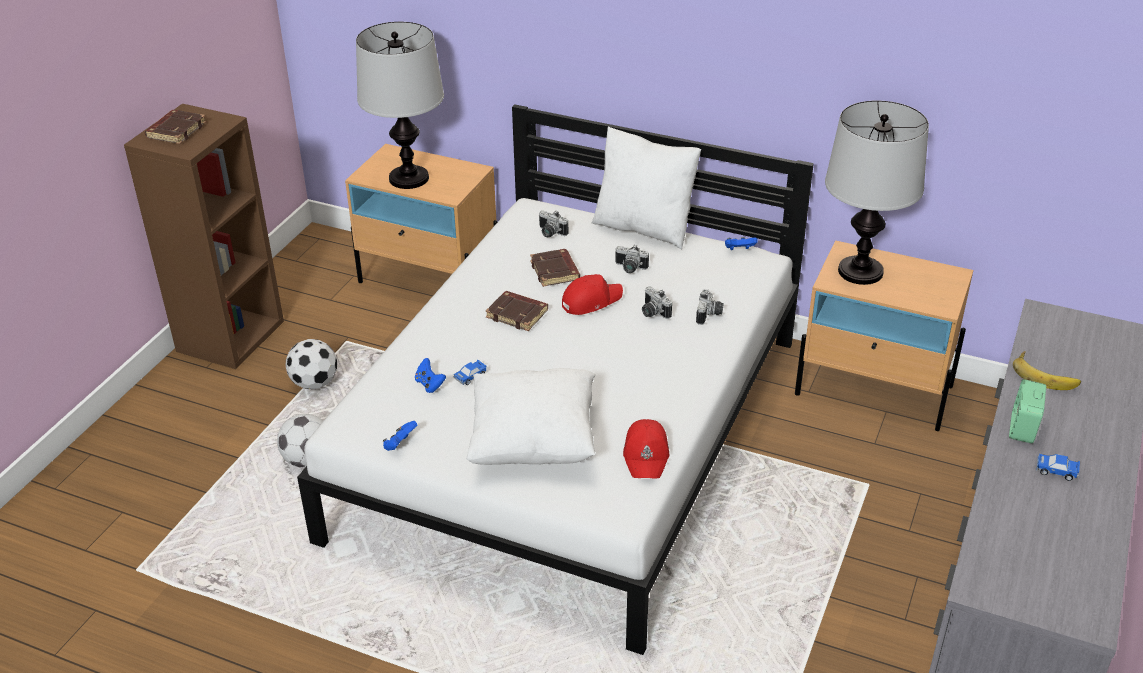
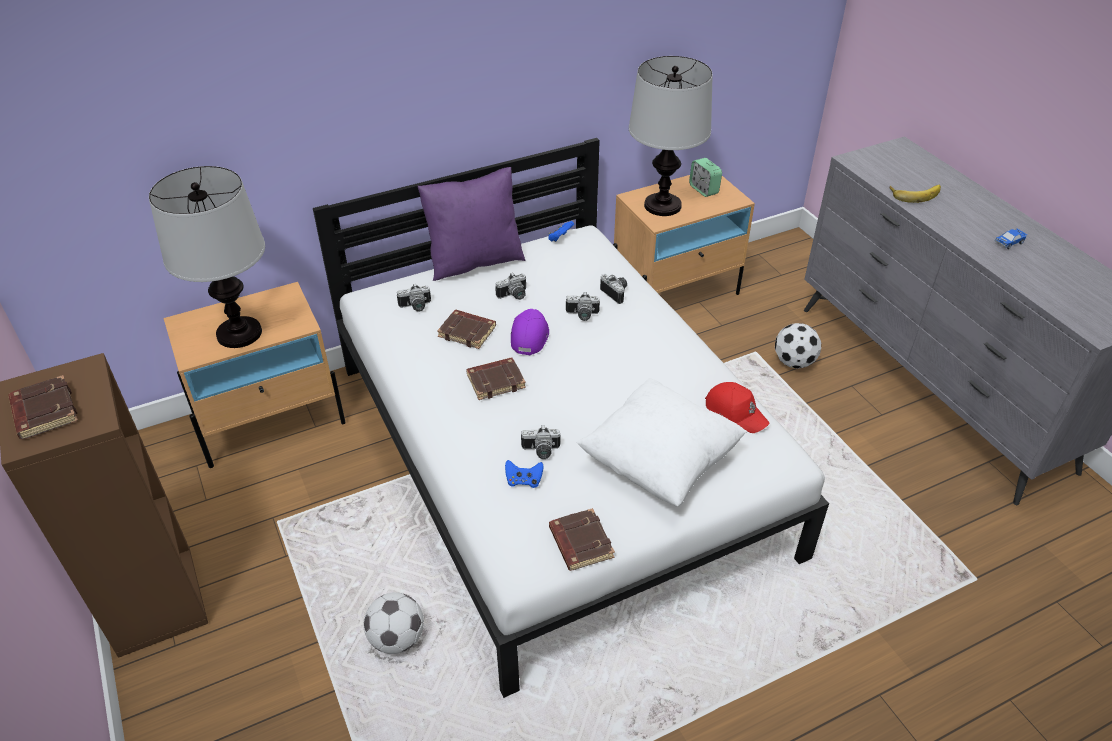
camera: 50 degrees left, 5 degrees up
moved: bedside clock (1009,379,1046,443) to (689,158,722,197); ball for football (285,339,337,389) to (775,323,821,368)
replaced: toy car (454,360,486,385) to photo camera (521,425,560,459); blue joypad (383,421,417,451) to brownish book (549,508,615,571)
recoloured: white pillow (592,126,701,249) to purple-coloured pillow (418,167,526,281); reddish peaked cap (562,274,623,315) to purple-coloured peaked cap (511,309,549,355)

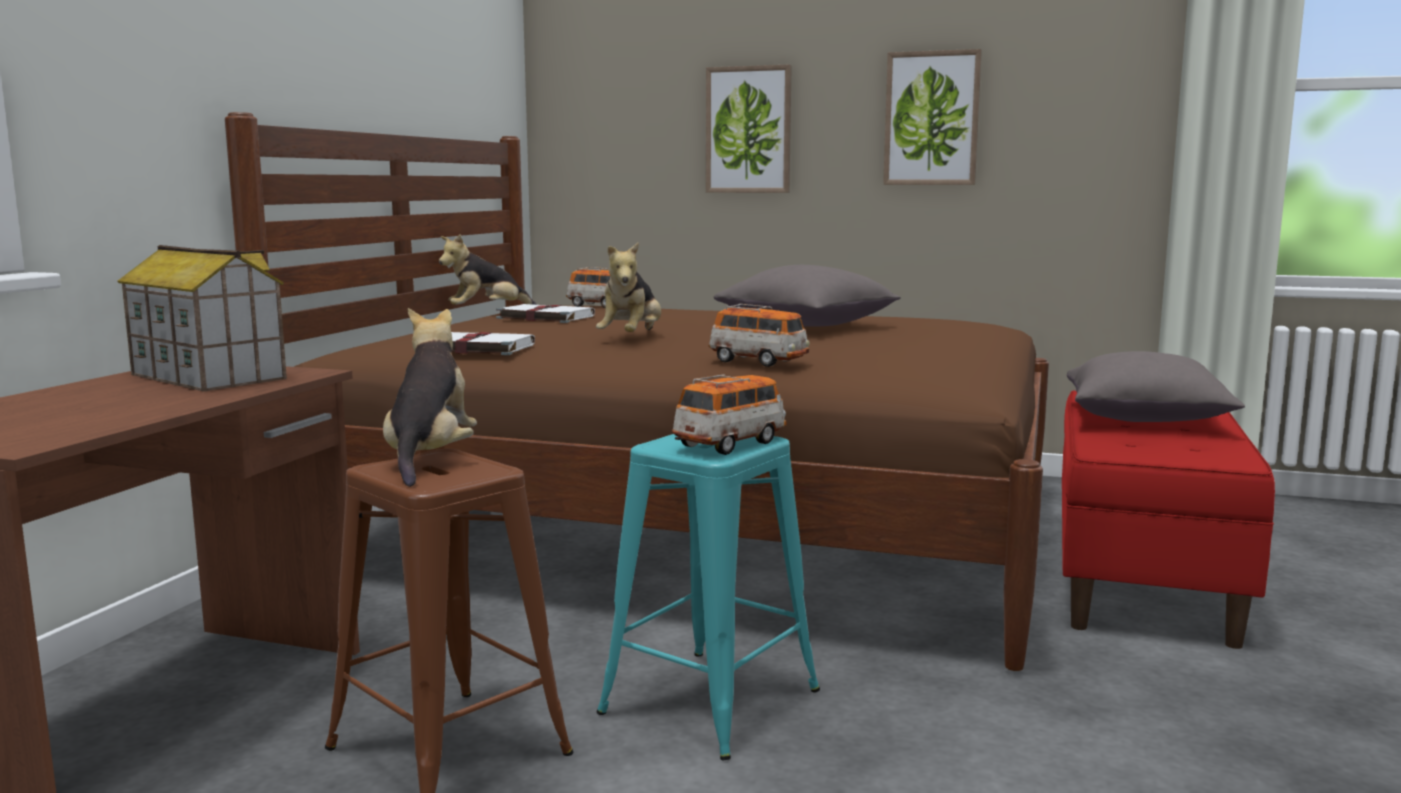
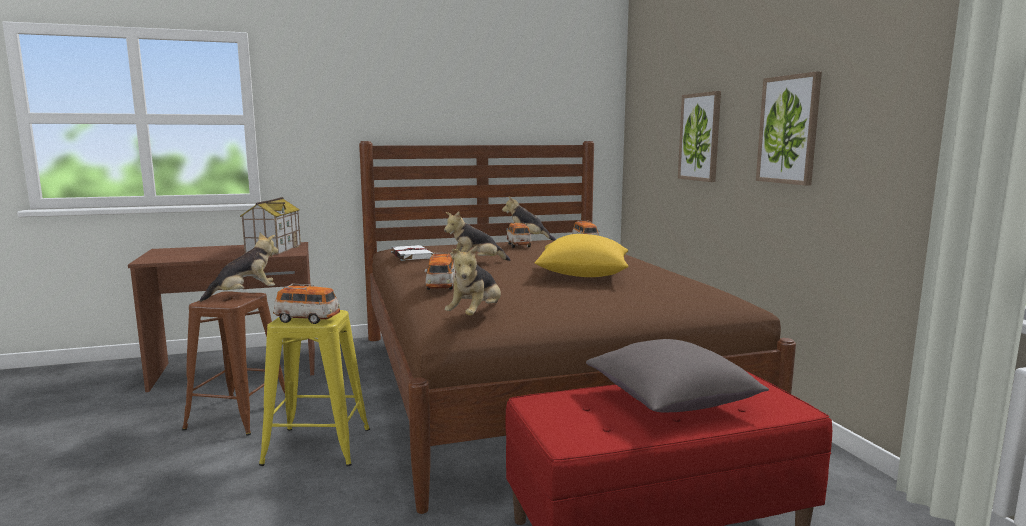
camera: 55 degrees right, 0 degrees up
added: plush toy (445,246,501,316)
replaced: white book (496,304,595,323) to toy car (506,223,532,248)
recoloured: blue-green stool (597,434,820,760) to yellow-coloured stool (259,310,370,466); greyish pillow (714,265,901,327) to yellow-coloured pillow (534,234,628,277)

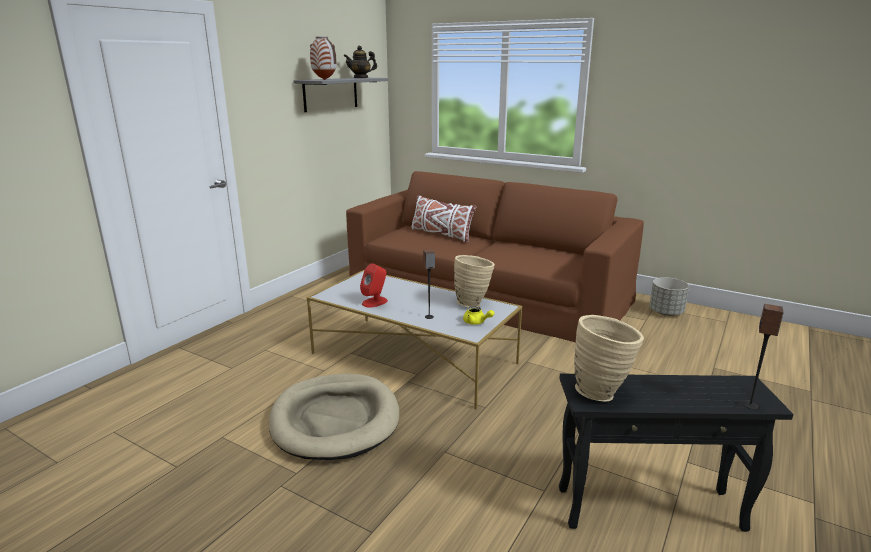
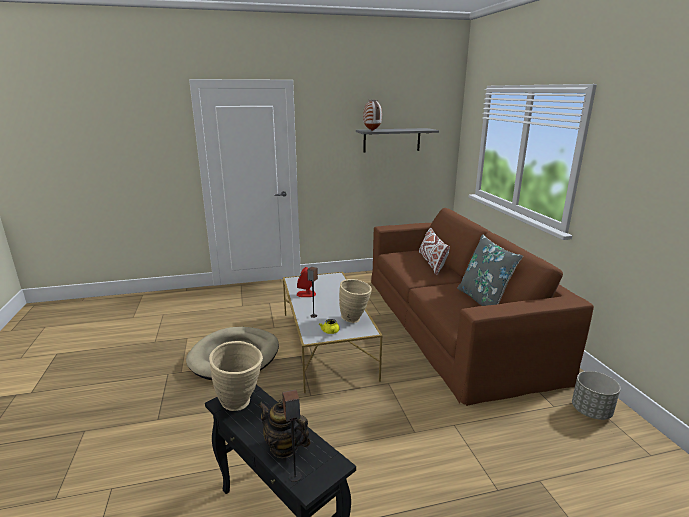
camera: 45 degrees right, 0 degrees up
added: greyish pillow (457,234,523,306)
moved: teapot (344,46,377,78) to (258,400,310,458)

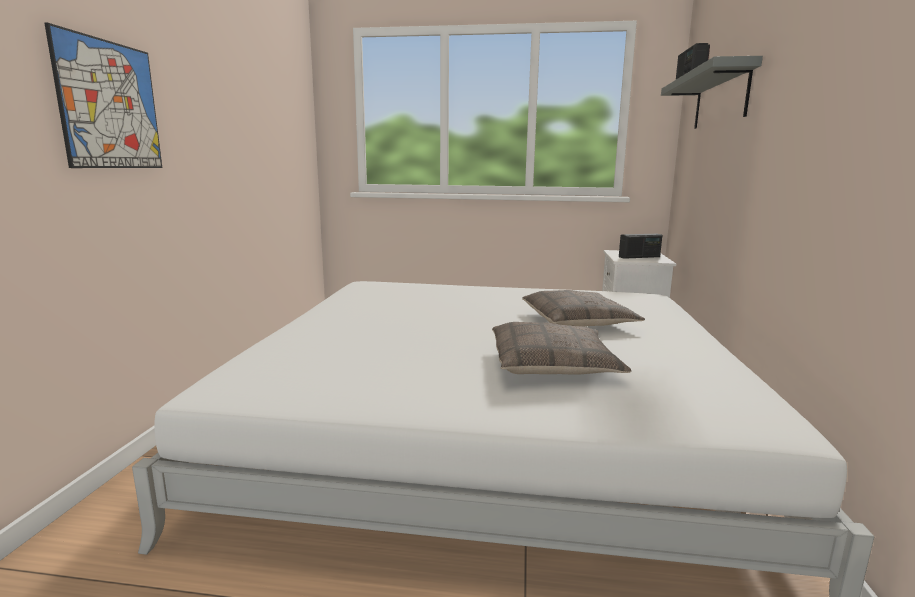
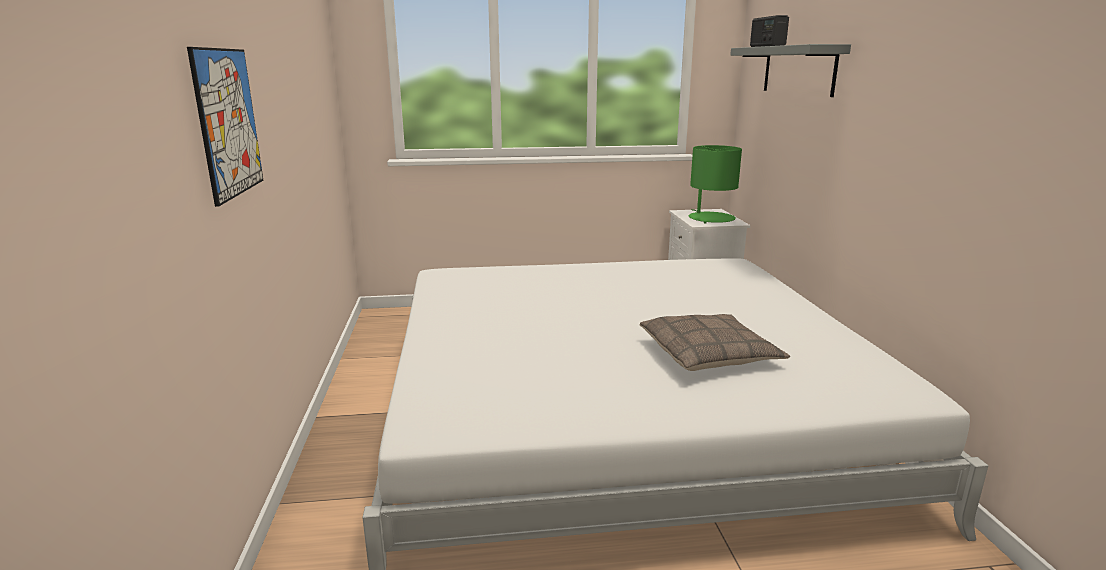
camera: 15 degrees left, 5 degrees up
removed: pillow (522,290,645,327)
replaced: radio set (619,234,662,259) to greenish lamp for a table (689,145,742,224)

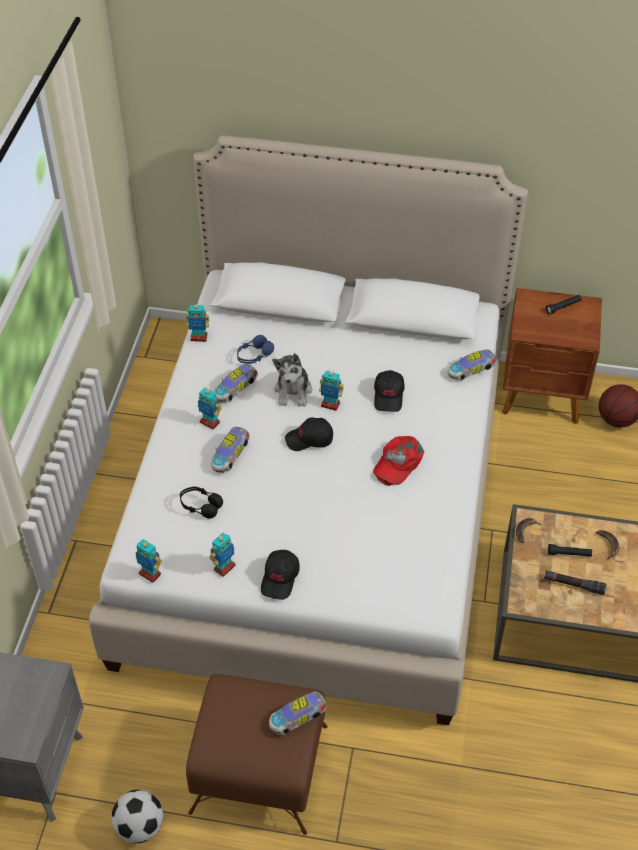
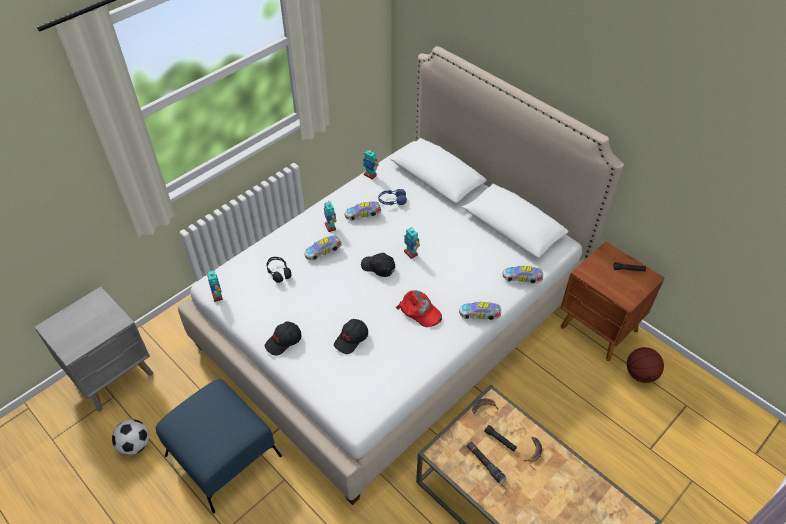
camera: 35 degrees right, 0 degrees up
removed: toy robot (209,533,236,577); plush toy (272,352,312,407)
moved: blackish peaked cap (374,370,405,412) to (334,319,368,354); toy car (269,691,327,735) to (459,301,501,320)
recoloured: brownish footrest (186,674,328,835) to blue footrest (156,379,282,514)
turned: reddish peaked cap (373,436,424,486) = (396,290,442,327) 120 degrees counterclockwise

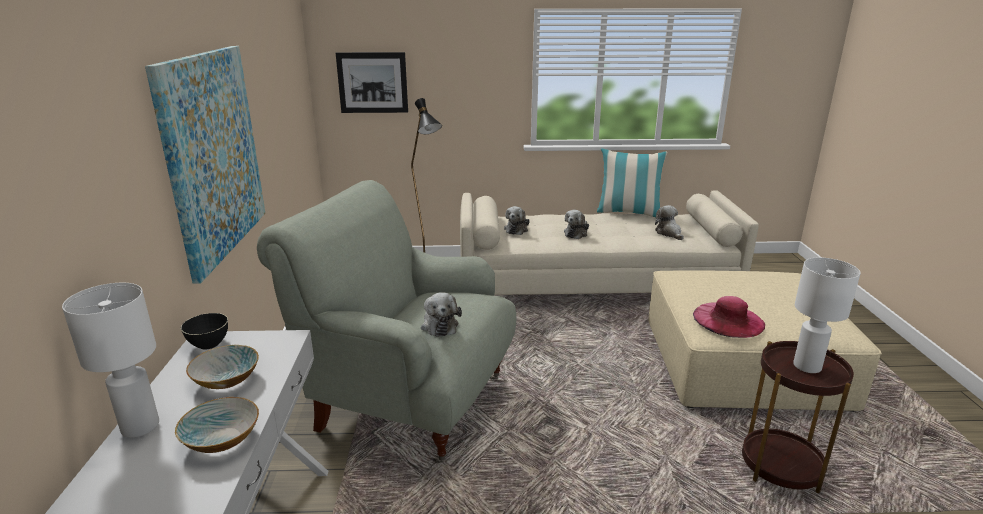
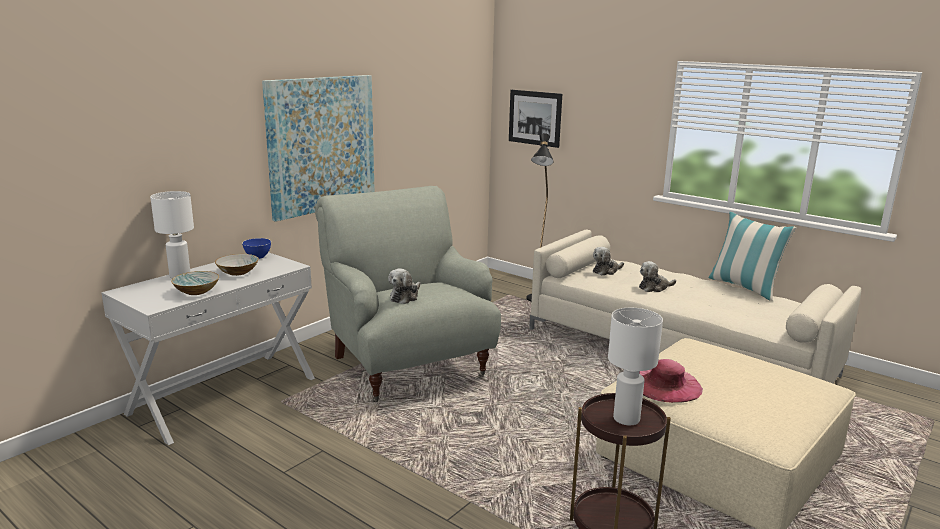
camera: 40 degrees right, 5 degrees down
removed: plush toy (655,205,684,240)
recoloured: blackish bowl (181,313,228,350) to blue bowl (242,238,271,259)

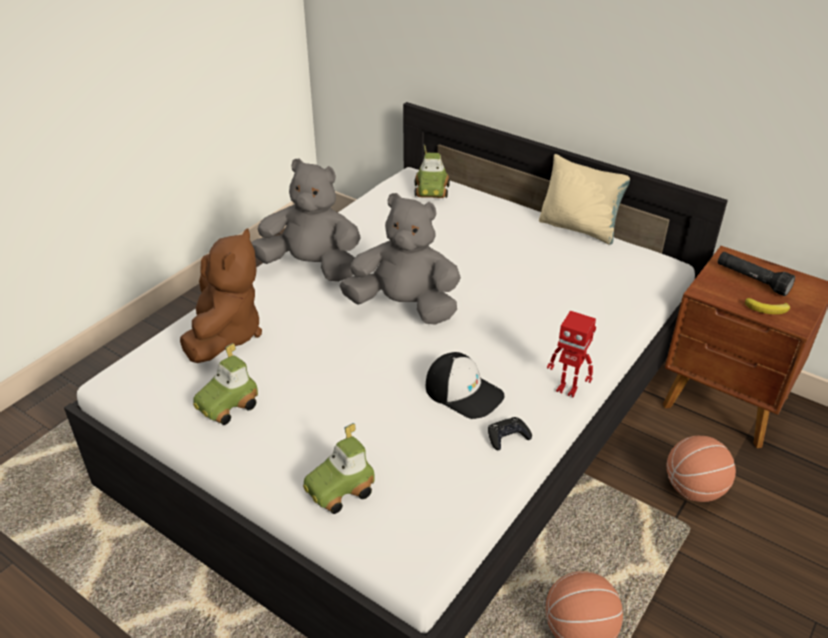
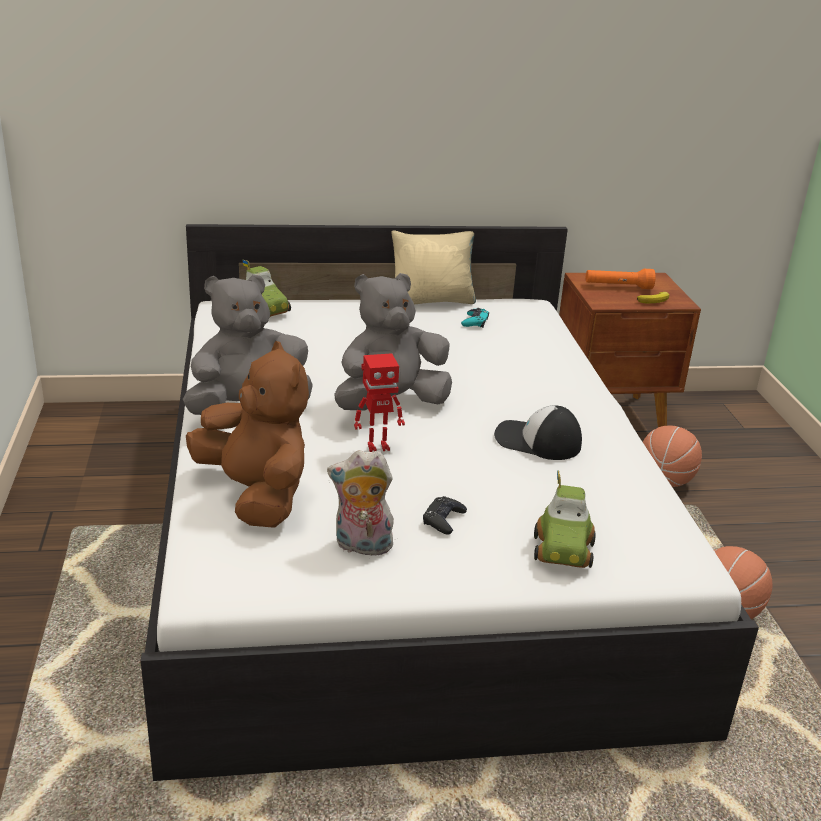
camera: 45 degrees left, 10 degrees down
added: blue-green joypad (461,308,489,328)
moved: toy robot (547,311,596,398) to (354,353,405,452); blackish joypad (488,417,532,450) to (423,496,467,535)
replaced: toy car (193,343,258,425) to plush toy (327,450,394,556)
recoloured: blackish flashlight (718,252,795,296) to orange-coloured flashlight (586,269,656,289)
turned: peaked cap (426,352,505,419) = (494,406,582,460) 150 degrees counterclockwise

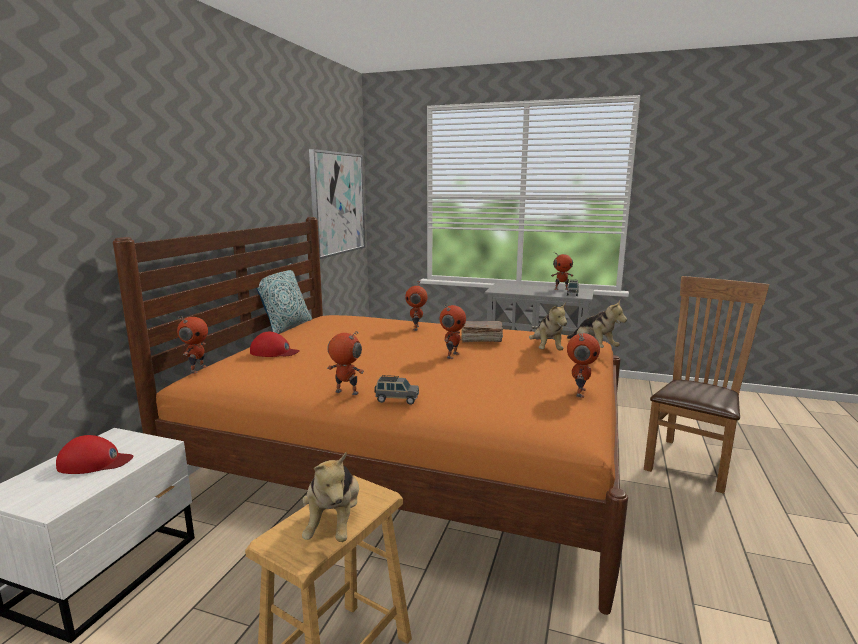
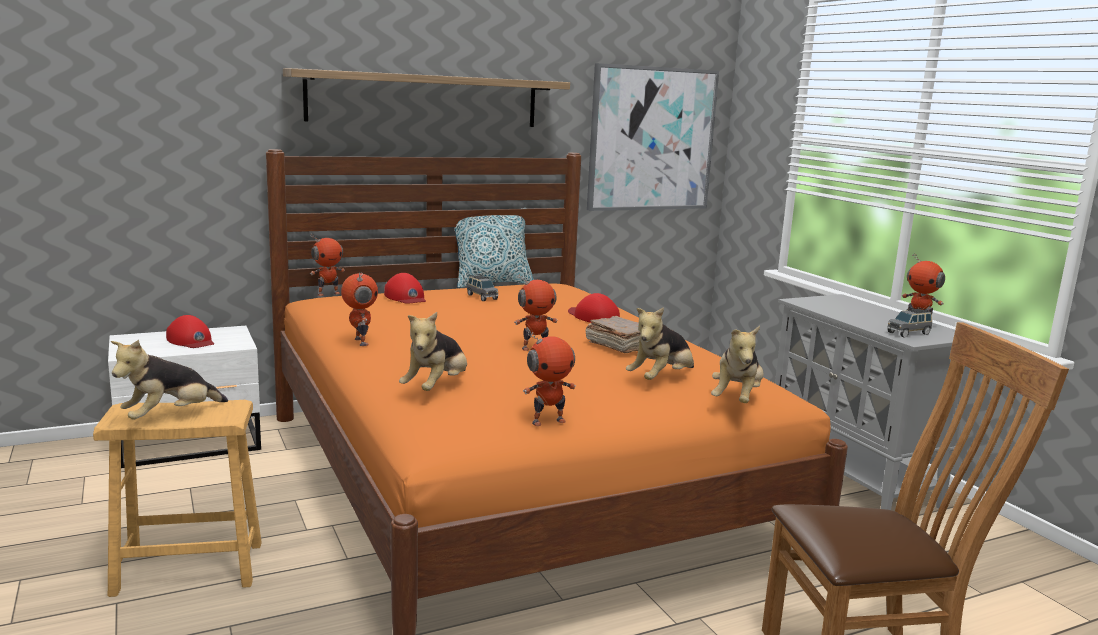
camera: 45 degrees right, 0 degrees up
added: shelf (283,68,570,127); plush toy (399,312,467,391)
moved: greyish toy car (374,375,419,405) to (467,274,498,301)
replaced: toy robot (405,281,427,331) to reddish peaked cap (568,293,620,323)

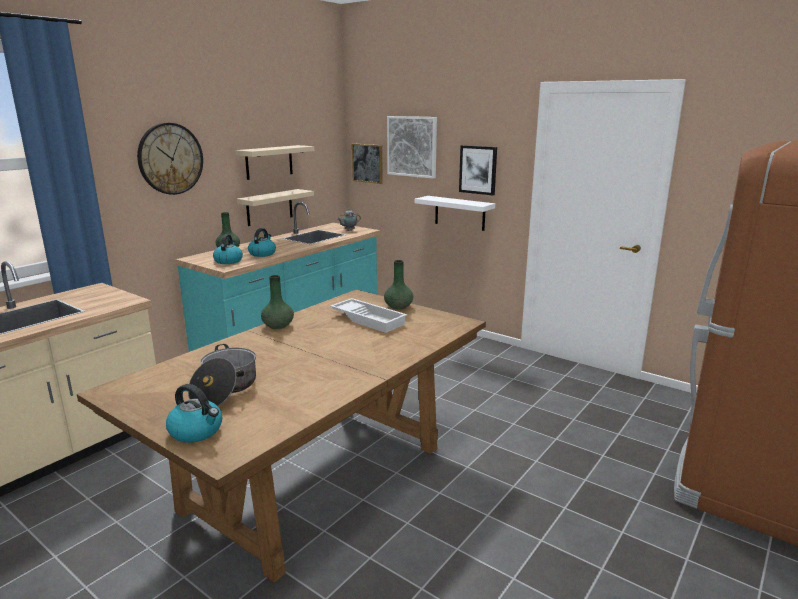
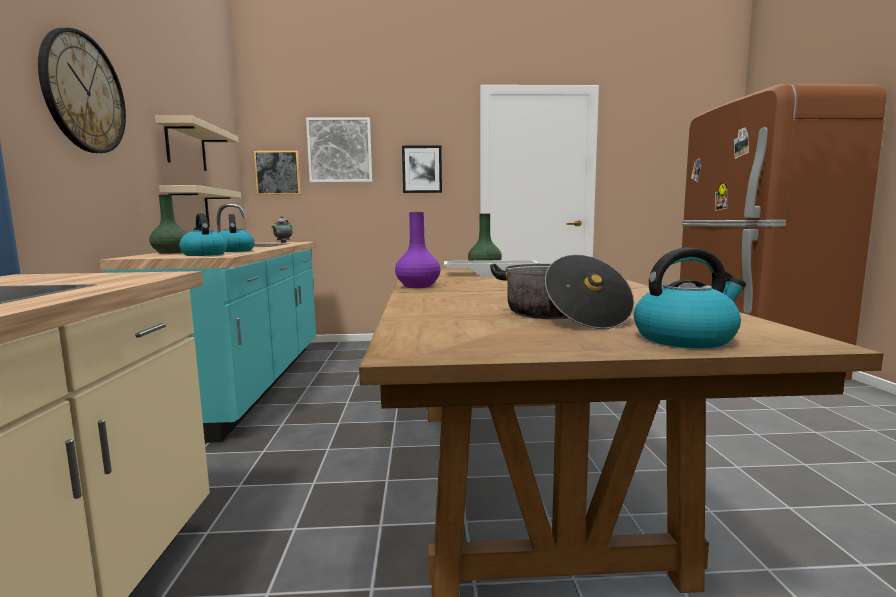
camera: 40 degrees left, 10 degrees down
removed: white shelf (415,196,495,231)
recoloured: greenish vase (261,275,294,329) to purple-coloured vase (395,212,441,288)

